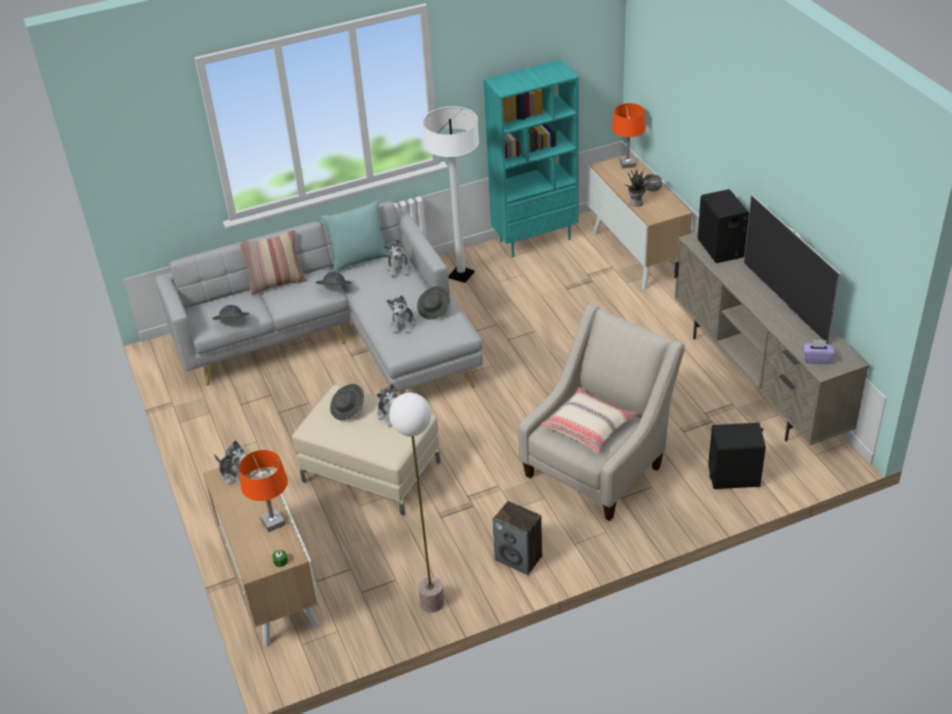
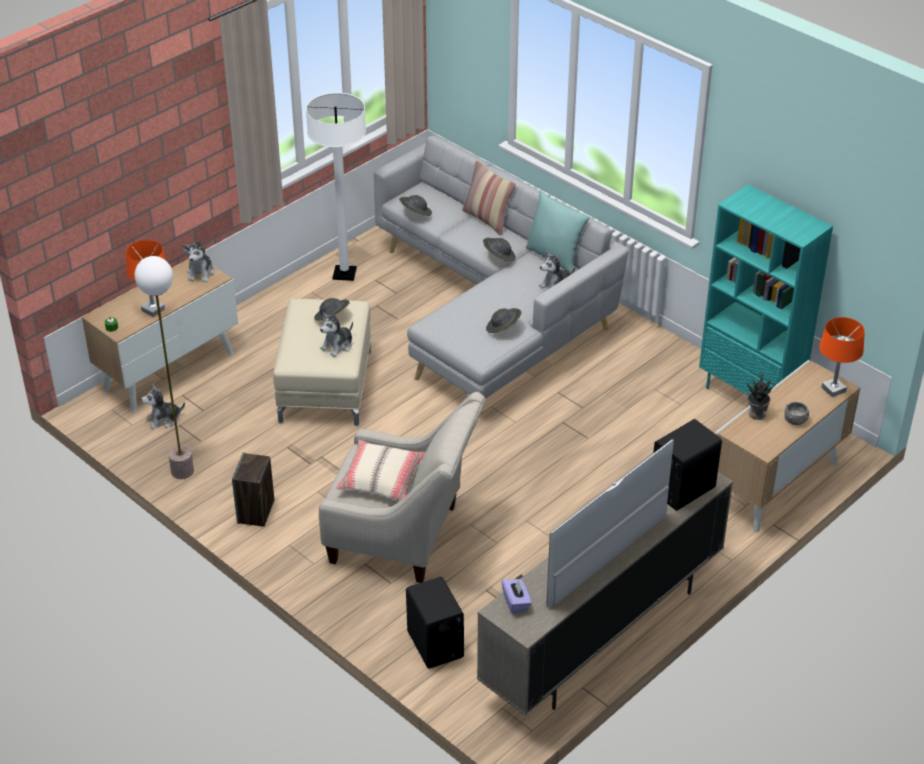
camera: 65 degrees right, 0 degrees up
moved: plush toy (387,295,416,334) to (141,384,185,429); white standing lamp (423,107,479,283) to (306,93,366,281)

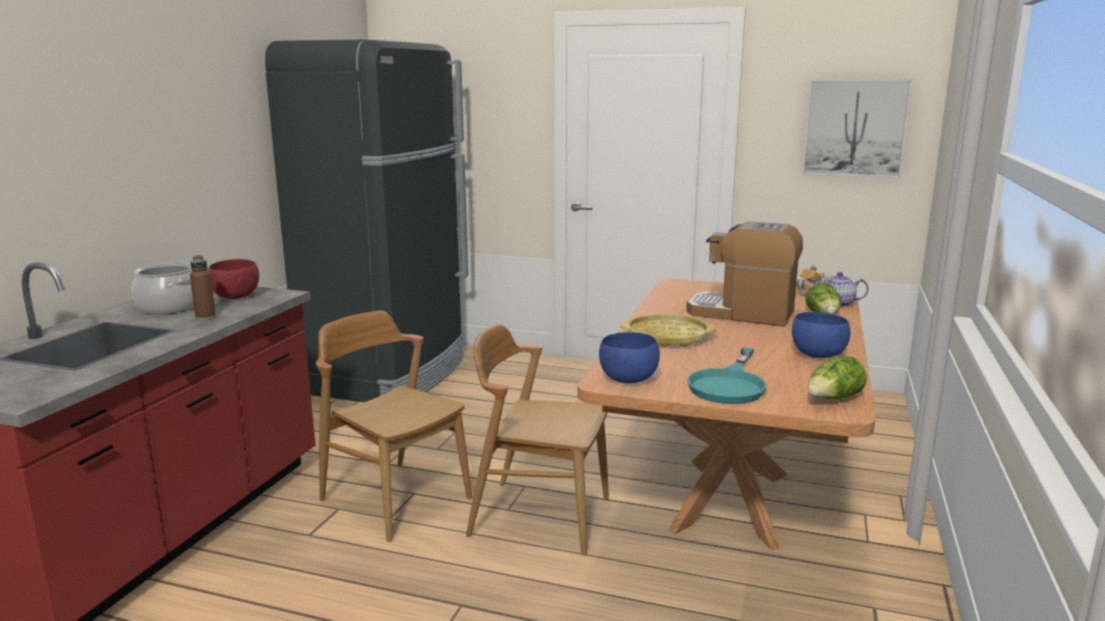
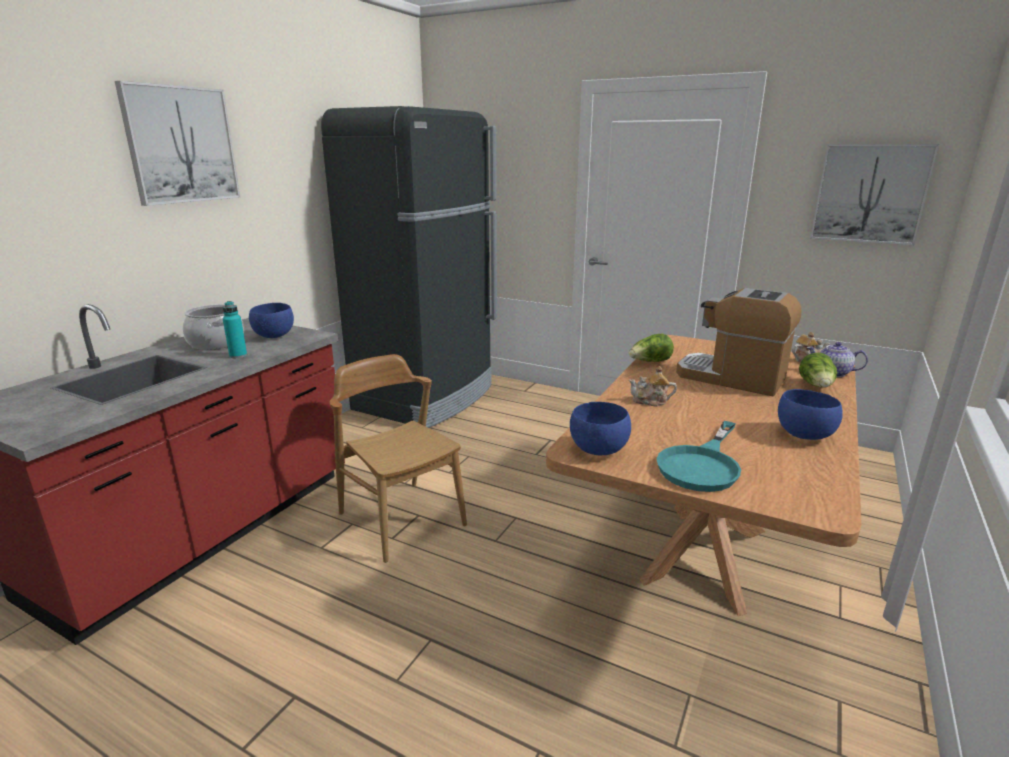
camera: 10 degrees right, 5 degrees up
removed: brownish chair (466,324,609,555)
added: picture (115,81,240,206)
moved: head of lettuce (808,355,867,399) to (629,333,674,362)
replaced: yellow-coloured carrying tray (620,314,717,347) to teapot (629,366,677,406)
recoloured: brownish beverage bottle (190,255,216,320) to blue-green beverage bottle (223,301,247,358); reddish bowl (208,259,259,299) to blue bowl (249,303,294,338)

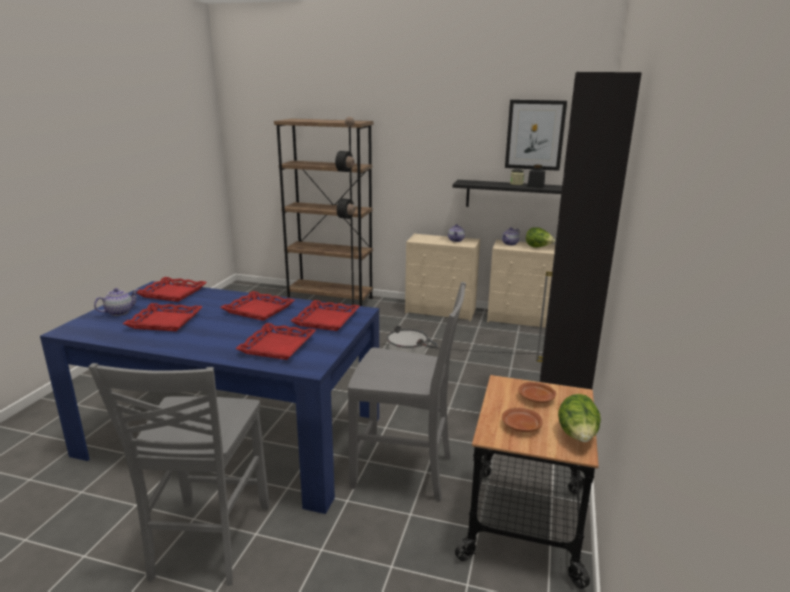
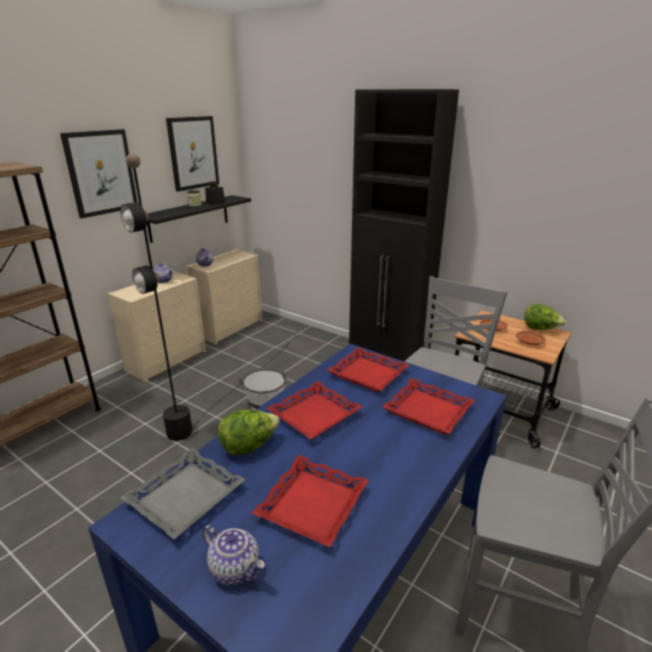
camera: 70 degrees left, 5 degrees up
added: picture (60,129,137,218)
moved: head of lettuce (526,228,555,247) to (218,410,280,455)
recoloured: reddish carrying tray (137,277,207,302) to greyish carrying tray (120,448,246,539)
turned: teapot (94,288,139,316) = (202,525,265,586) 150 degrees clockwise

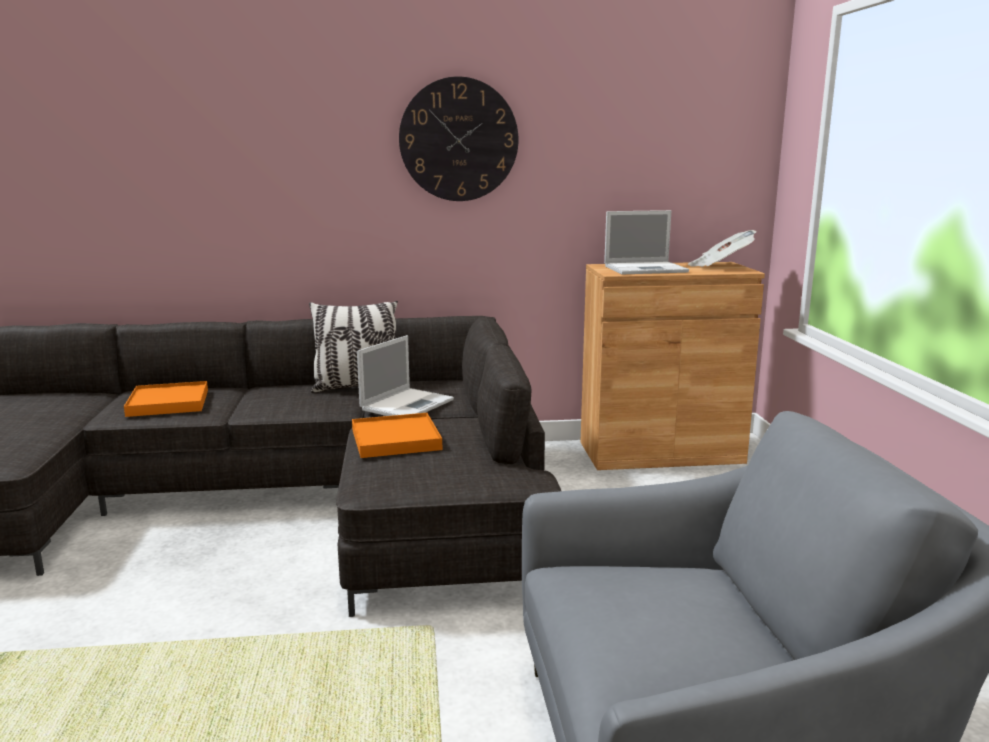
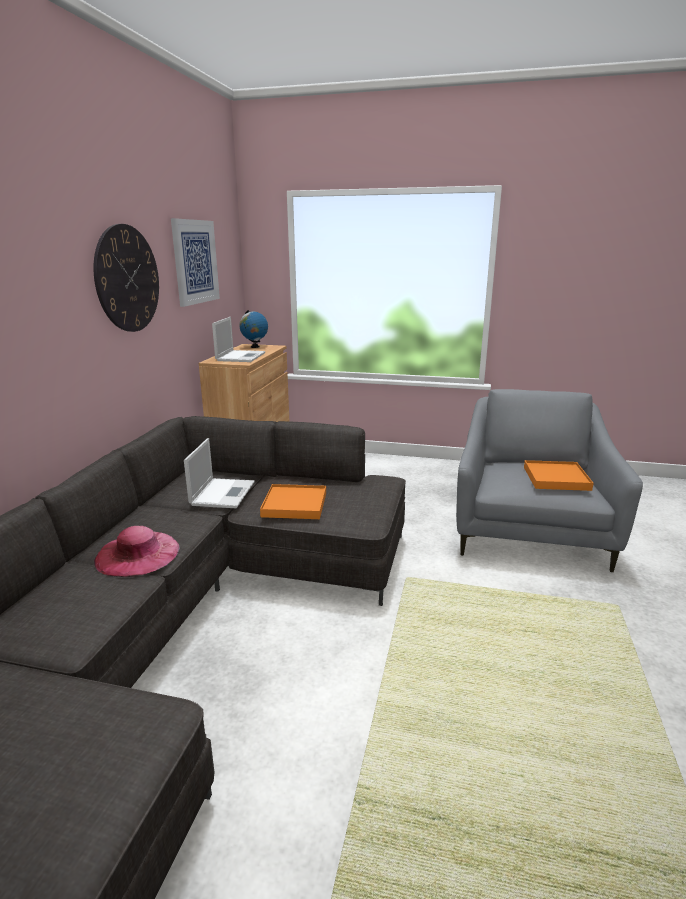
camera: 70 degrees left, 5 degrees up
removed: pillow (309,301,398,393)
added: pinkish hat (94,526,180,577); picture (171,218,220,307)
moved: orange-coloured carrying tray (124,381,208,417) to (524,460,594,491)
replaced: newspaper (688,230,757,267) to globe (239,310,268,348)
turned: laptop (357,335,454,416) = (184,438,255,508) 45 degrees clockwise

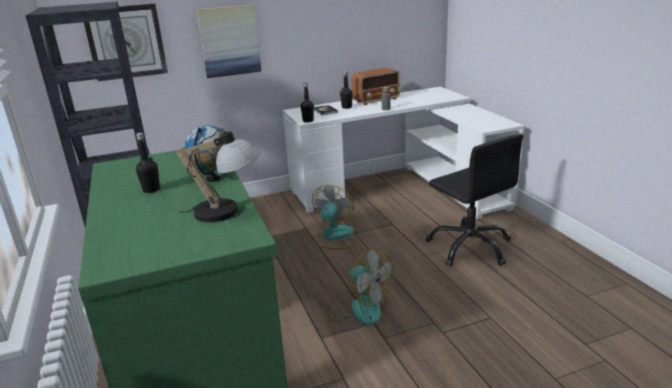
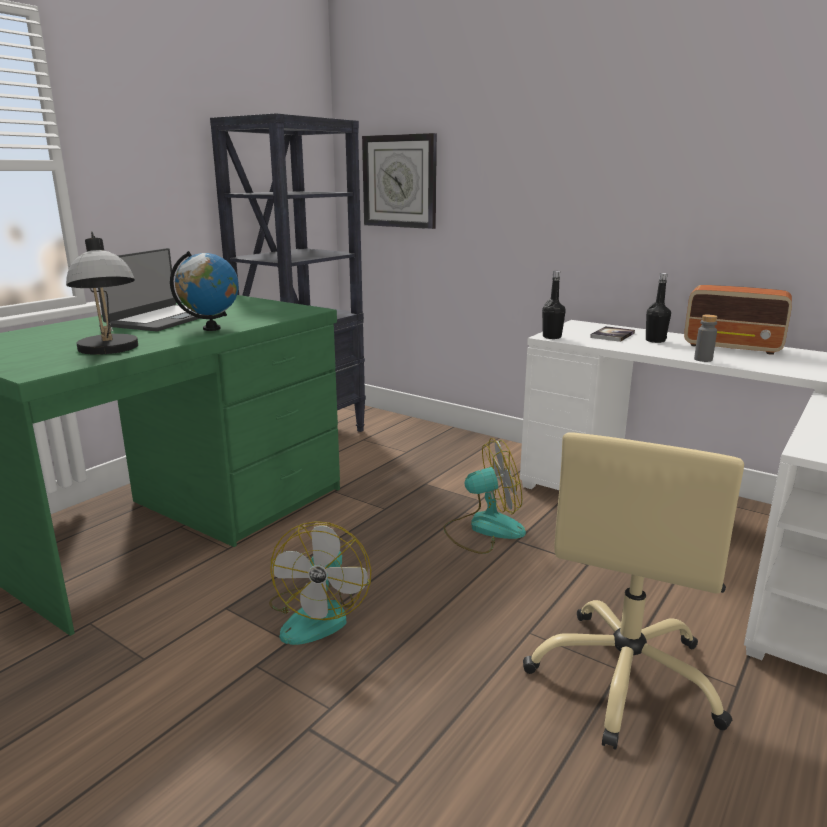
camera: 55 degrees right, 5 degrees down
removed: picture (196,4,262,78)
replaced: blackish beverage bottle (136,133,160,193) to laptop (98,248,209,331)
recoloured: blackish desk chair (426,133,523,266) to beige-coloured desk chair (523,432,744,750)

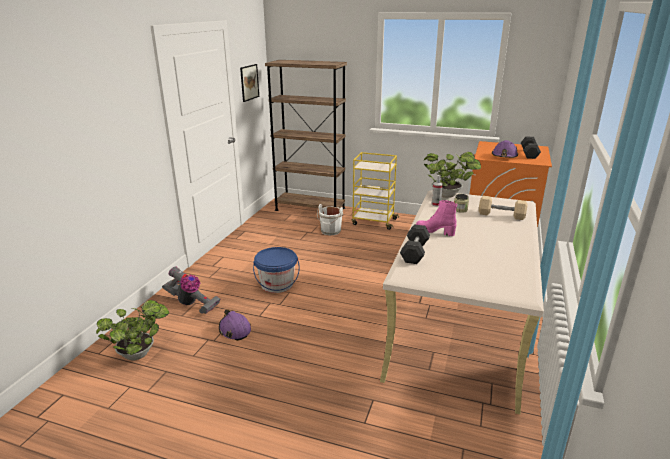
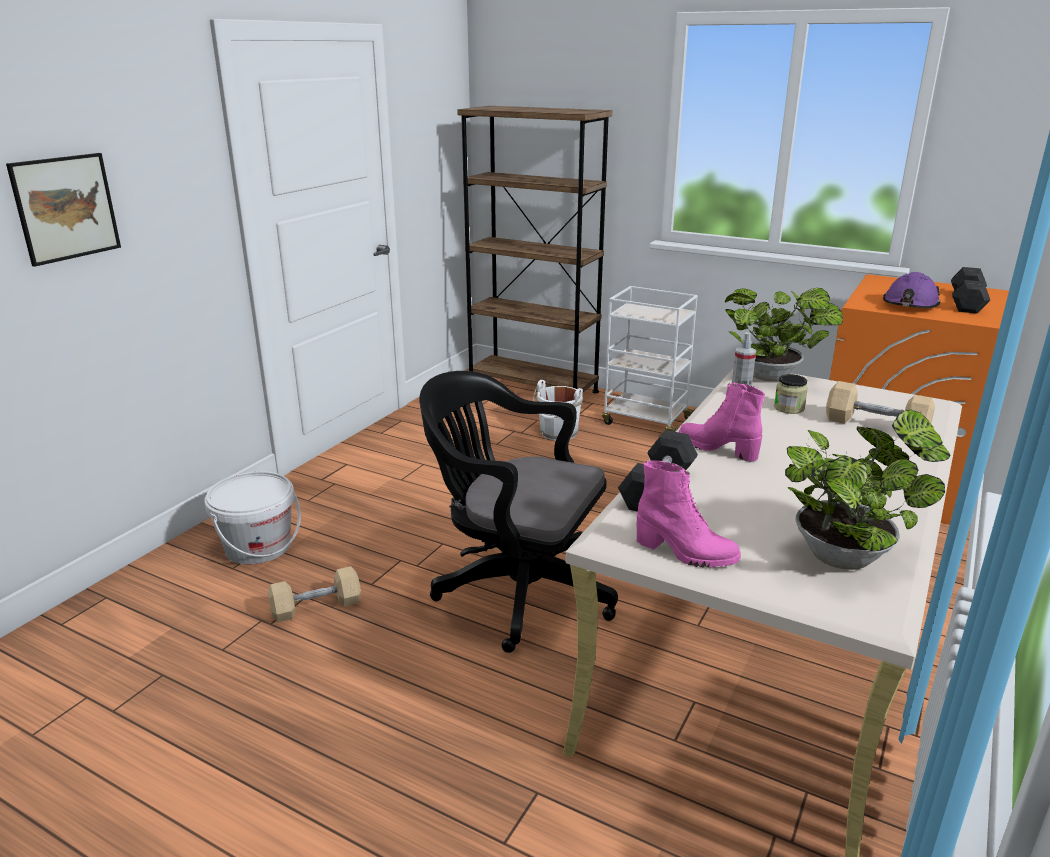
camera: 10 degrees right, 0 degrees up
removed: blue bucket (253,247,300,293)
added: blackish desk chair (419,371,618,653); pinkish boot (637,461,741,568)
moved: picture (240,64,259,102) to (6,153,121,267); houseplant (96,300,169,360) to (785,409,951,570)
replaced: hoover (162,266,220,314) to white bucket (205,471,301,565); purple-coloured hard hat (219,310,251,341) to beige-coloured dumbbell (268,566,361,623)
recoloured: yellow-coloured trolley (351,152,399,230) to white trolley (602,286,698,432)

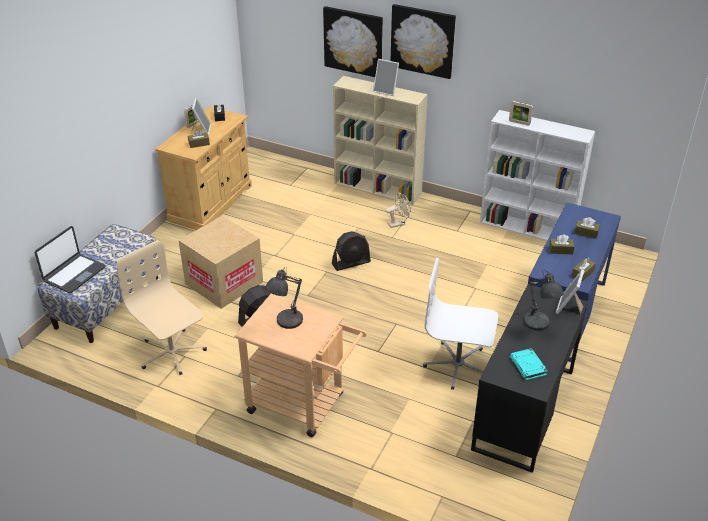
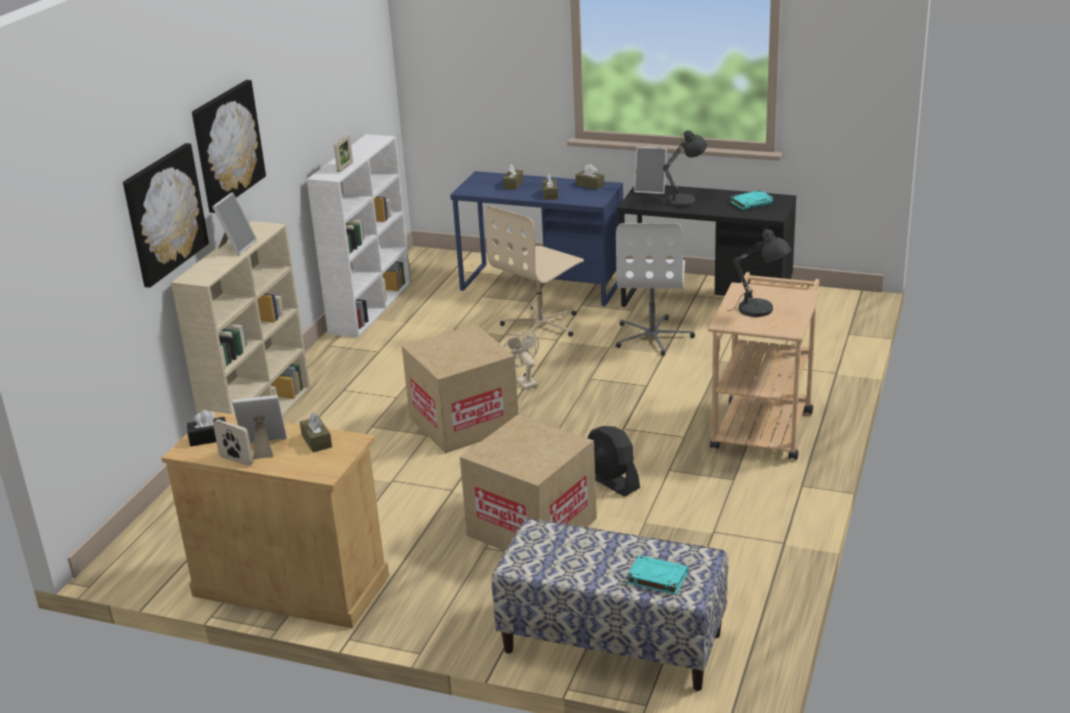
camera: 95 degrees left, 10 degrees down
moved: beige-coloured desk chair (117,240,207,375) to (486,206,584,338); beige-coloured electric fan (386,192,411,228) to (503,332,539,390)
replaced: blackish electric fan (332,231,371,271) to packing box (402,324,518,454); laptop (35,226,106,293) to blue-green book (626,555,689,595)

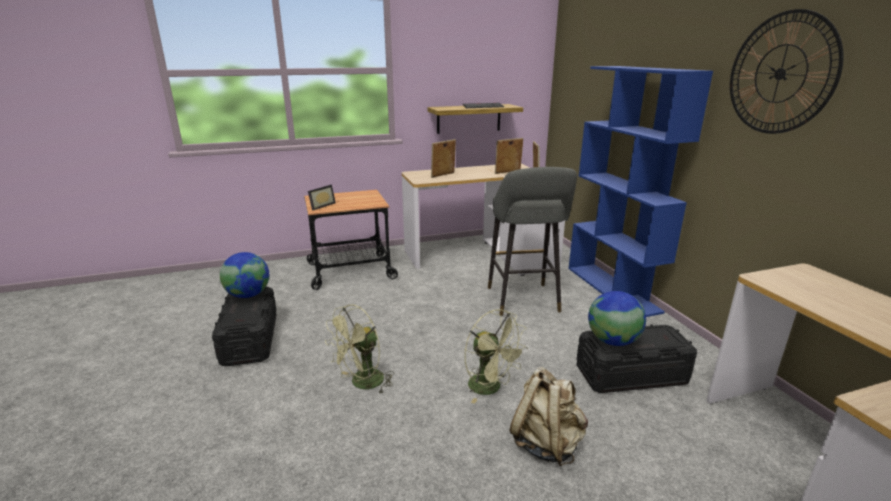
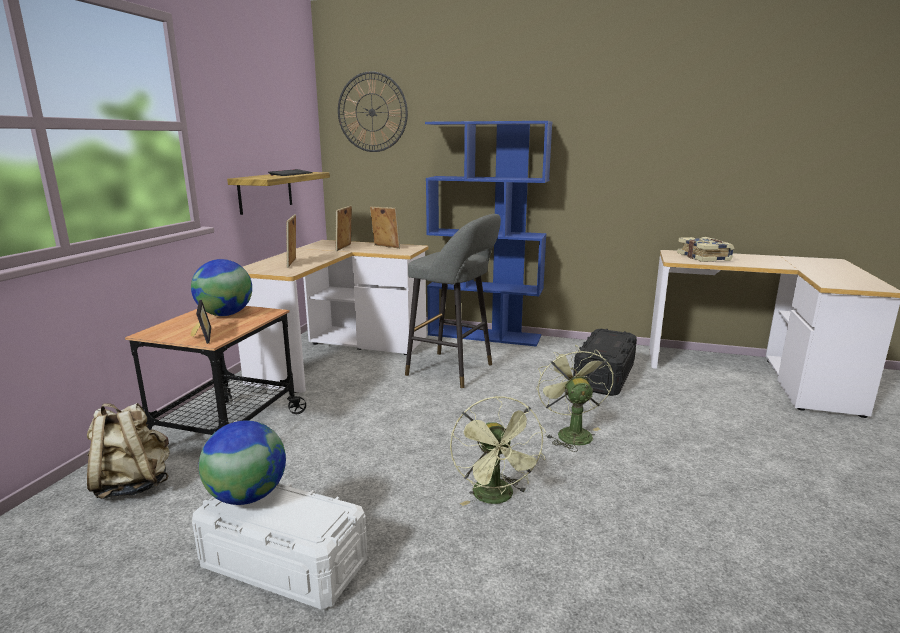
camera: 55 degrees left, 5 degrees down
added: book (677,237,735,262)
moved: beige-coloured rucksack (509,367,588,466) to (87,403,170,499); globe (588,291,646,346) to (191,259,252,316); clock on the wall (730,9,844,134) to (338,71,408,152)
recoloured: blackish storage bin (212,287,277,366) to white storage bin (192,483,367,609)
turned: greenish electric fan (465,309,528,404) = (536,345,614,452) 90 degrees counterclockwise

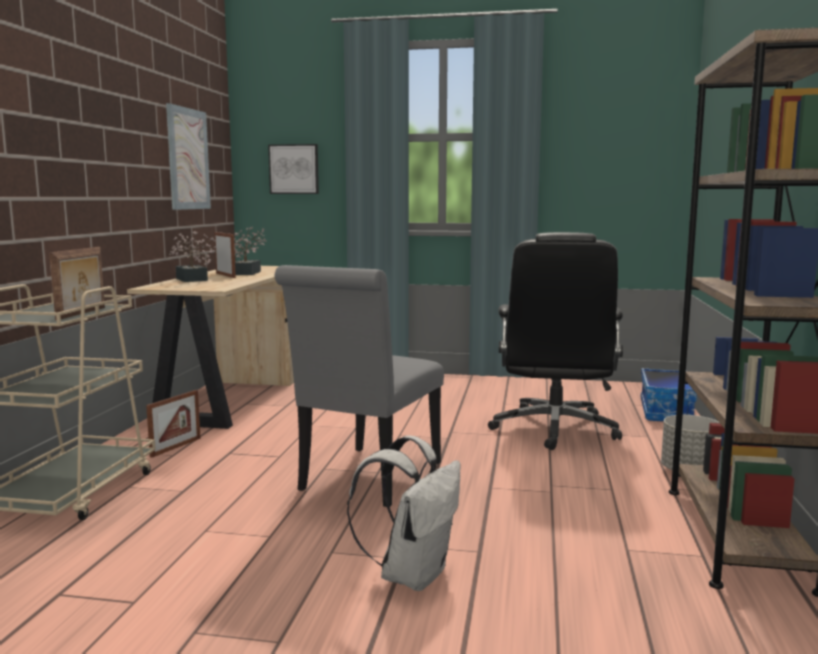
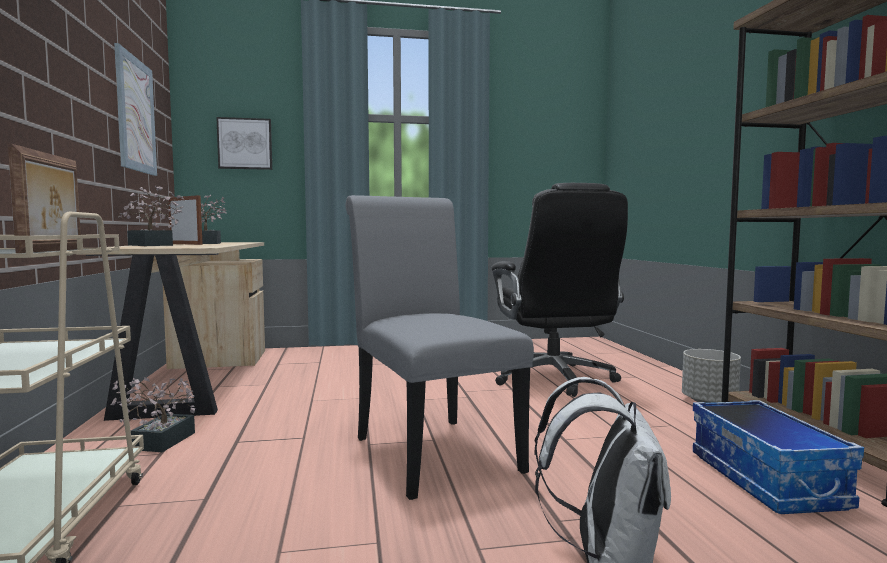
camera: 20 degrees left, 5 degrees down
moved: storage bin (641,368,697,422) to (693,400,864,514)
replaced: standing frame (146,390,201,458) to houseplant (111,377,195,452)
turned: greyish chair (275,265,444,507) = (345,195,534,500) 150 degrees clockwise

